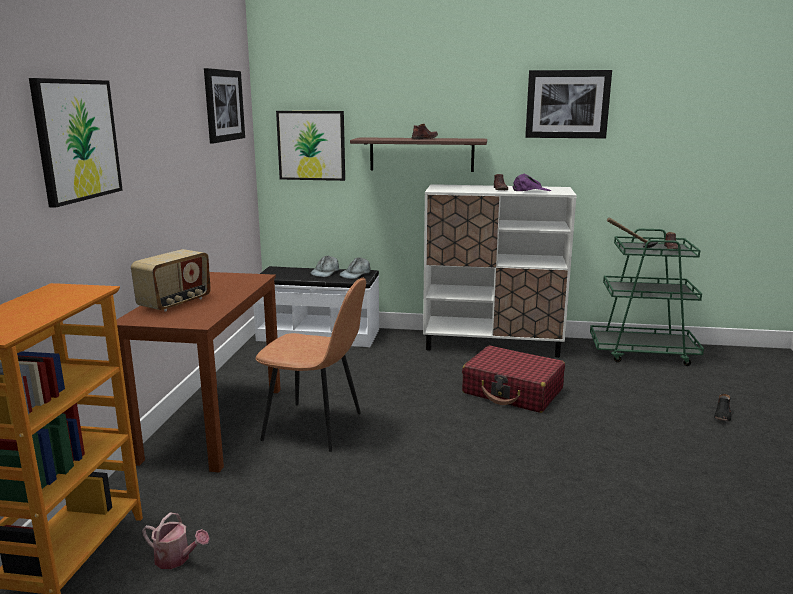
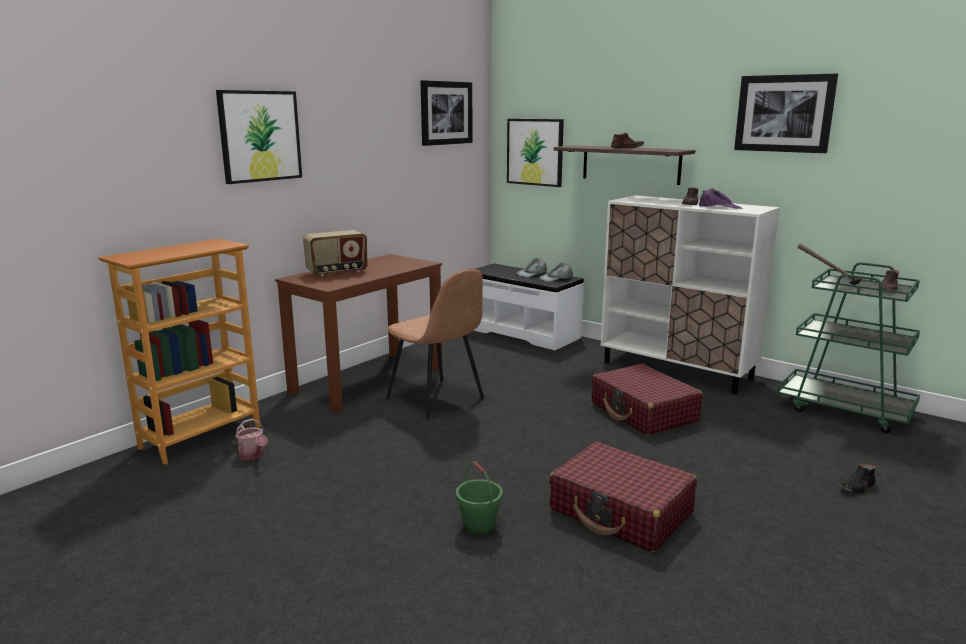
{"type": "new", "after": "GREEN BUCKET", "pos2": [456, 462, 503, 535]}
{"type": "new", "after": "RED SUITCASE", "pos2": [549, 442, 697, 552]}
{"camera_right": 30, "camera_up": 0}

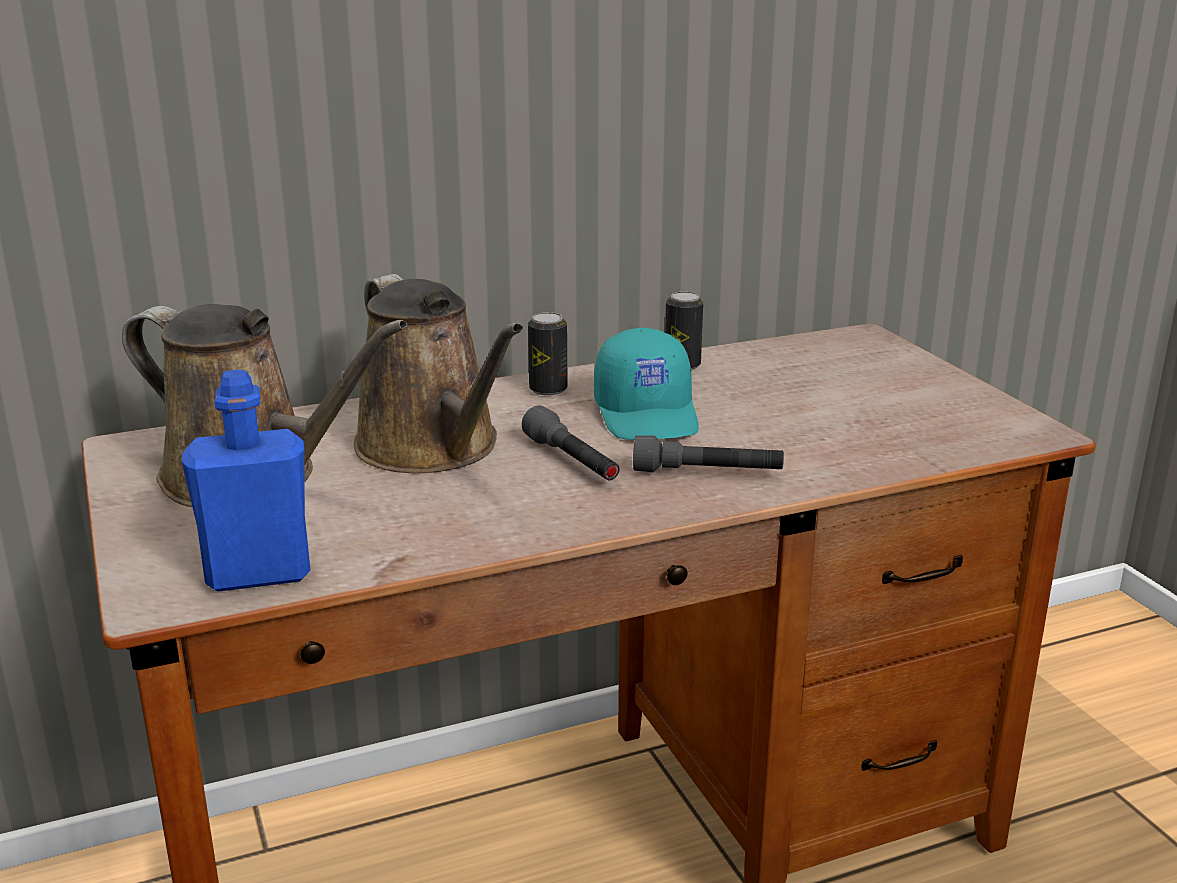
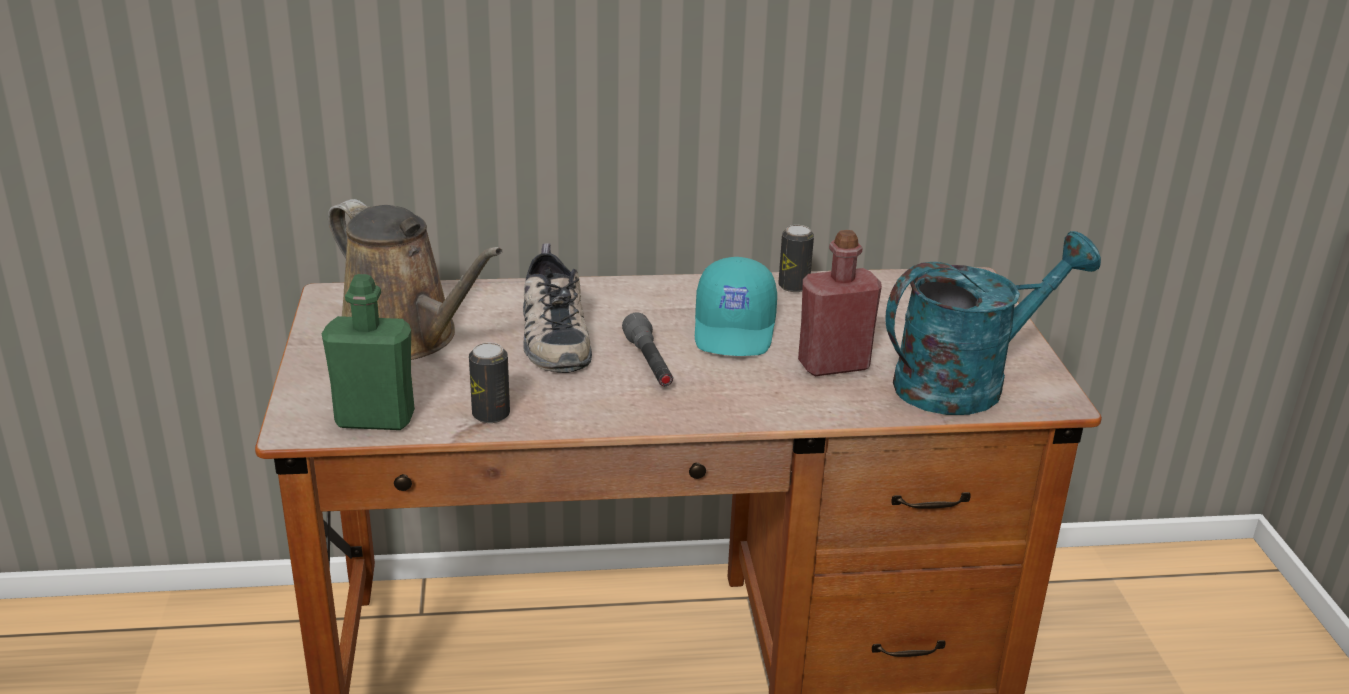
{"type": "repainted", "before": "BLUE BOTTLE", "after": "GREEN BOTTLE", "pos1": [181, 370, 310, 592], "pos2": [322, 274, 415, 430]}
{"type": "swapped", "before": "BROWN WATERING CAN", "after": "SHOE", "pos1": [354, 274, 524, 474], "pos2": [523, 243, 592, 373]}
{"type": "shifted", "before": "CAN", "pos1": [528, 312, 568, 395], "pos2": [469, 343, 510, 423]}
{"type": "gone", "before": "GREY FLASHLIGHT", "pos1": [633, 435, 784, 472]}
{"type": "new", "after": "RED BOTTLE", "pos2": [798, 230, 882, 376]}
{"type": "new", "after": "TURQUOISE WATERING CAN", "pos2": [885, 231, 1101, 415]}
{"camera_right": 15, "camera_up": 5}

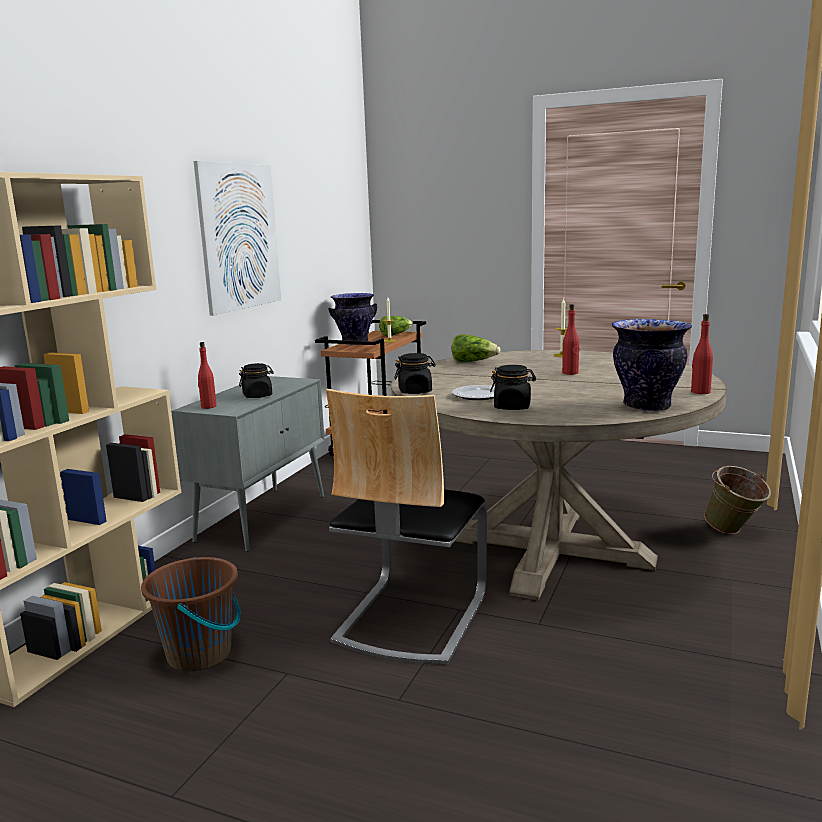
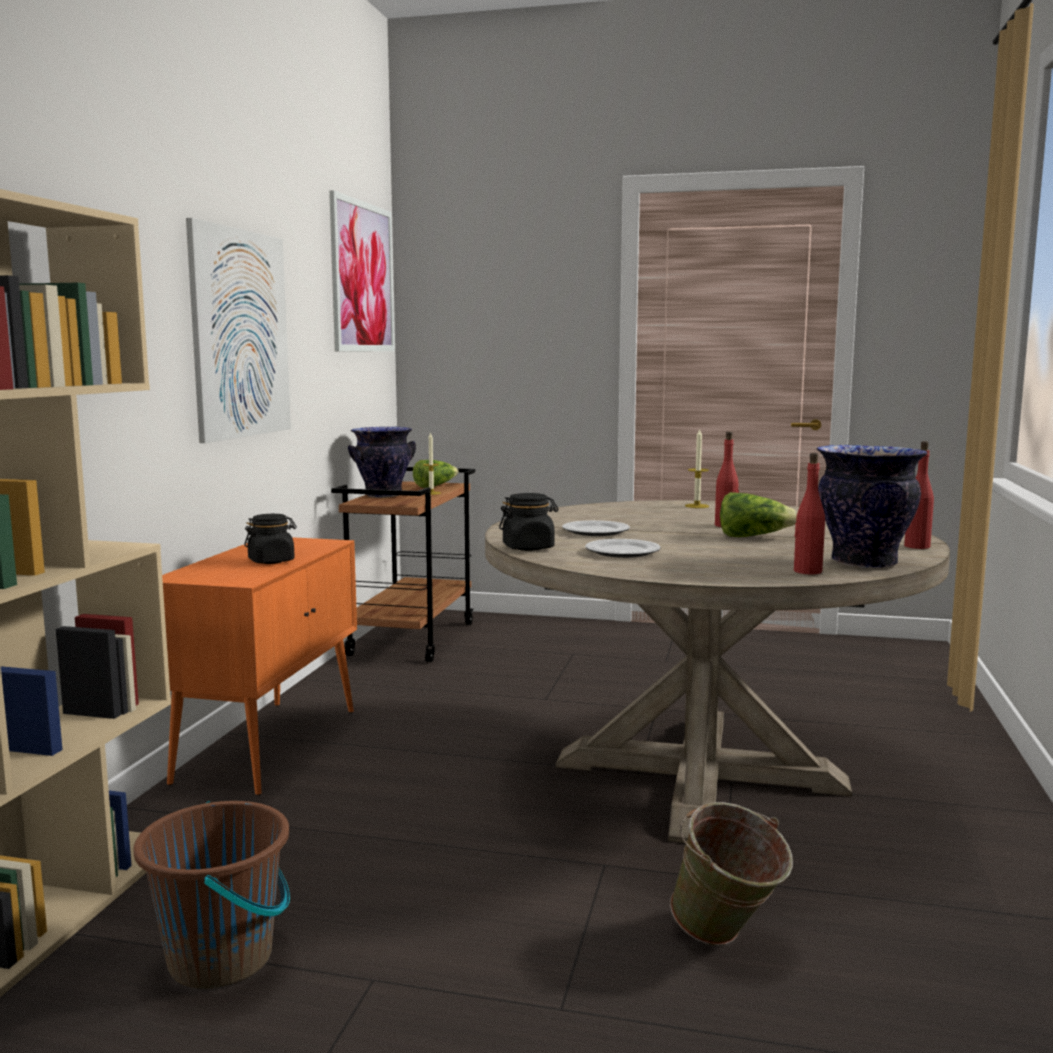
{"type": "repainted", "before": "GREY CABINET", "after": "ORANGE CABINET", "pos1": [171, 376, 325, 552], "pos2": [162, 537, 357, 796]}
{"type": "shifted", "before": "RED BOTTLE", "pos1": [198, 342, 217, 409], "pos2": [794, 453, 825, 574]}
{"type": "gone", "before": "CHAIR", "pos1": [326, 389, 487, 664]}
{"type": "shifted", "before": "LETTUCE", "pos1": [452, 334, 501, 363], "pos2": [720, 492, 798, 537]}
{"type": "gone", "before": "BLACK JAR", "pos1": [490, 365, 536, 410]}
{"type": "shifted", "before": "GREEN BUCKET", "pos1": [704, 466, 771, 534], "pos2": [670, 802, 793, 946]}
{"type": "new", "after": "PICTURE", "pos2": [329, 190, 395, 351]}
{"type": "new", "after": "PLATE", "pos2": [562, 520, 630, 536]}
{"camera_right": -10, "camera_up": -5}

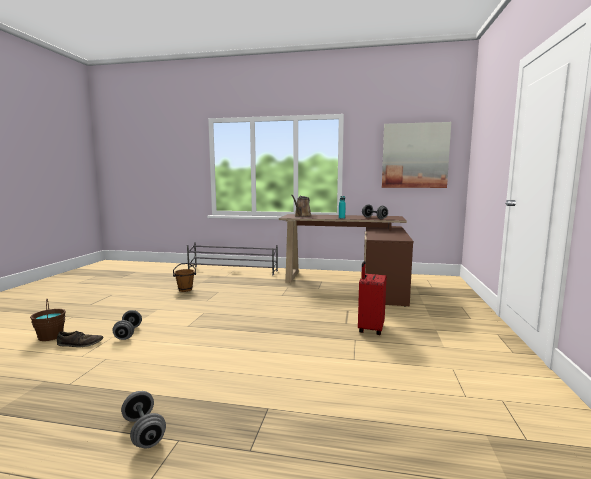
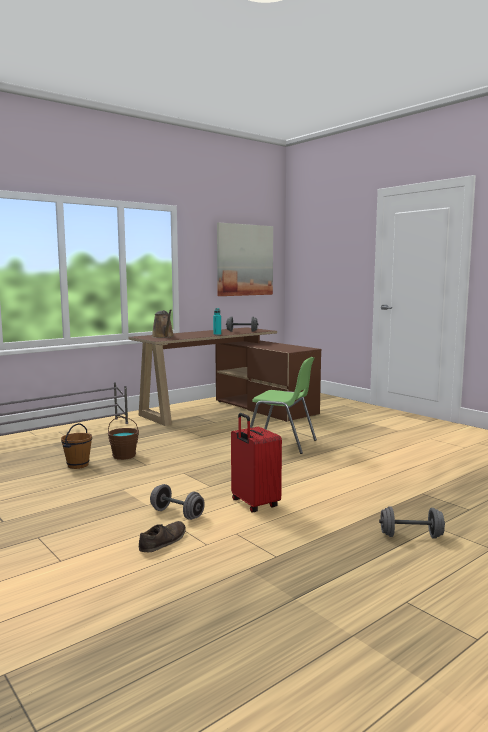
{"type": "shifted", "before": "BROWN BUCKET", "pos1": [30, 299, 66, 341], "pos2": [108, 417, 139, 460]}
{"type": "shifted", "before": "RED SUITCASE", "pos1": [358, 261, 386, 335], "pos2": [231, 413, 282, 512]}
{"type": "new", "after": "GREEN CHAIR", "pos2": [250, 357, 317, 454]}
{"camera_right": -50, "camera_up": 0}

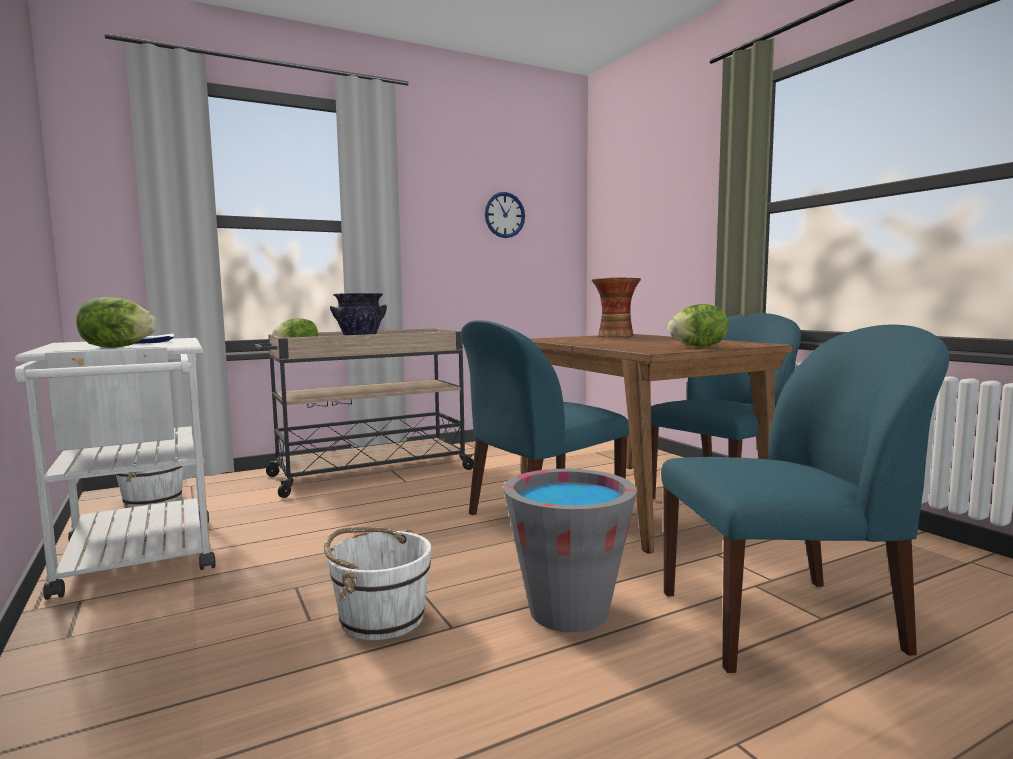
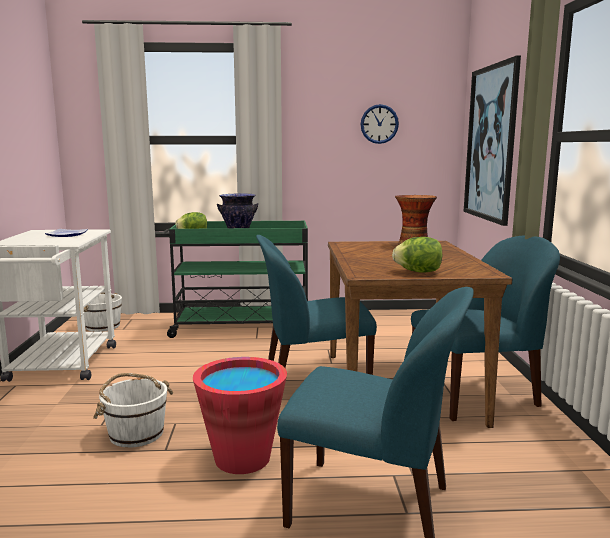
{"type": "gone", "before": "LETTUCE", "pos1": [76, 297, 157, 348]}
{"type": "repainted", "before": "BEIGE CART", "after": "GREEN CART", "pos1": [255, 328, 474, 498], "pos2": [161, 221, 308, 338]}
{"type": "repainted", "before": "GREY BUCKET", "after": "RED BUCKET", "pos1": [503, 469, 637, 632], "pos2": [193, 357, 287, 474]}
{"type": "new", "after": "PICTURE", "pos2": [464, 55, 521, 226]}
{"camera_right": 25, "camera_up": 5}

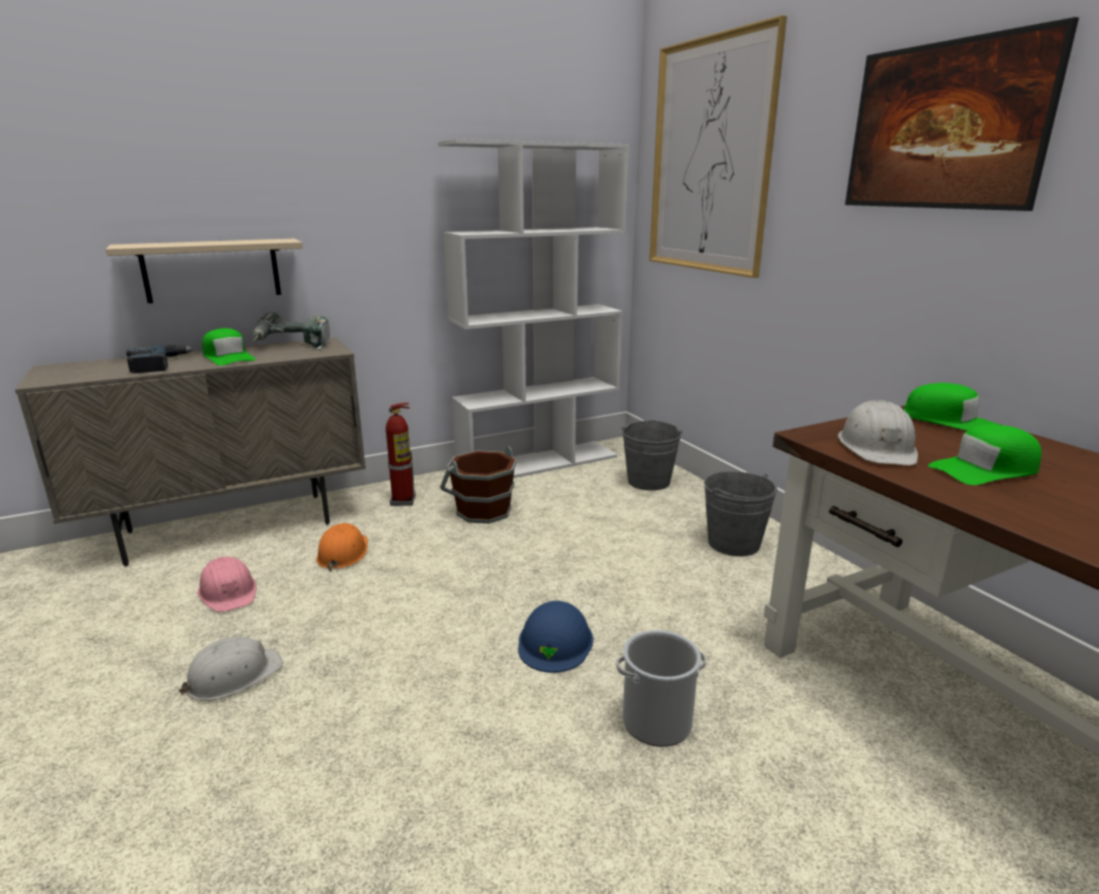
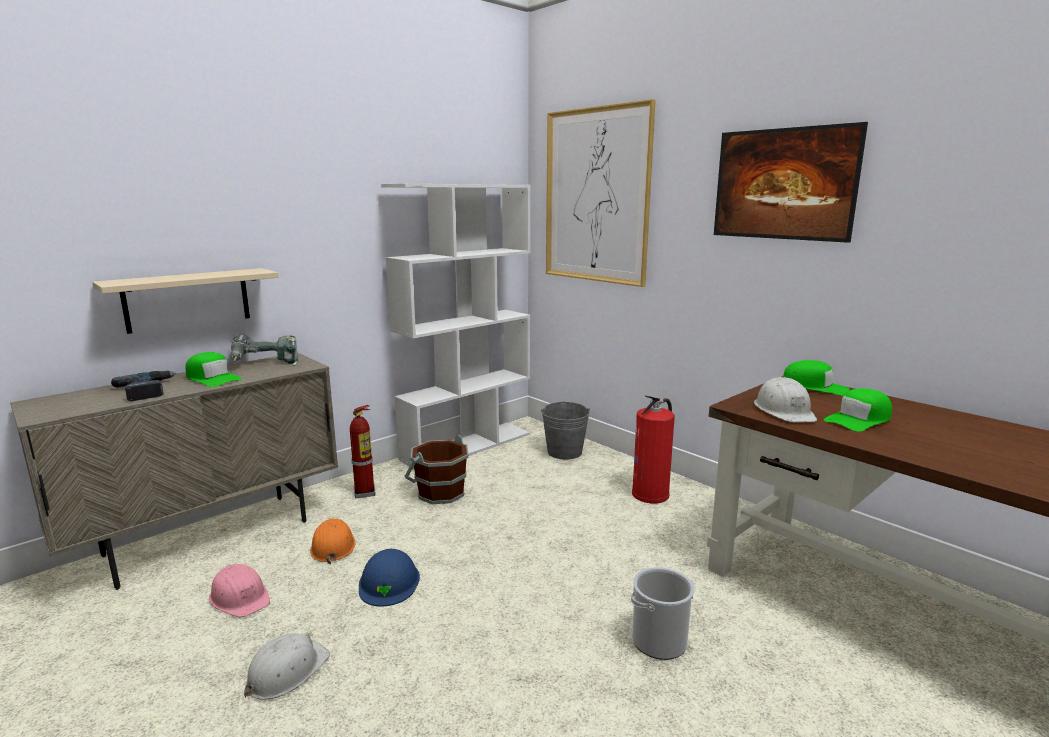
{"type": "shifted", "before": "BLUE HARD HAT", "pos1": [518, 601, 593, 673], "pos2": [359, 549, 420, 606]}
{"type": "swapped", "before": "GREY BUCKET", "after": "FIRE EXTINGUISHER", "pos1": [704, 471, 778, 556], "pos2": [632, 395, 675, 504]}
{"camera_right": -15, "camera_up": -5}

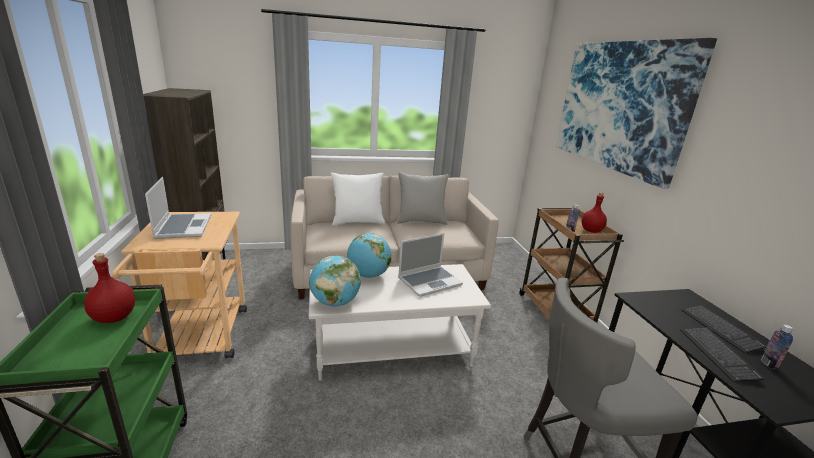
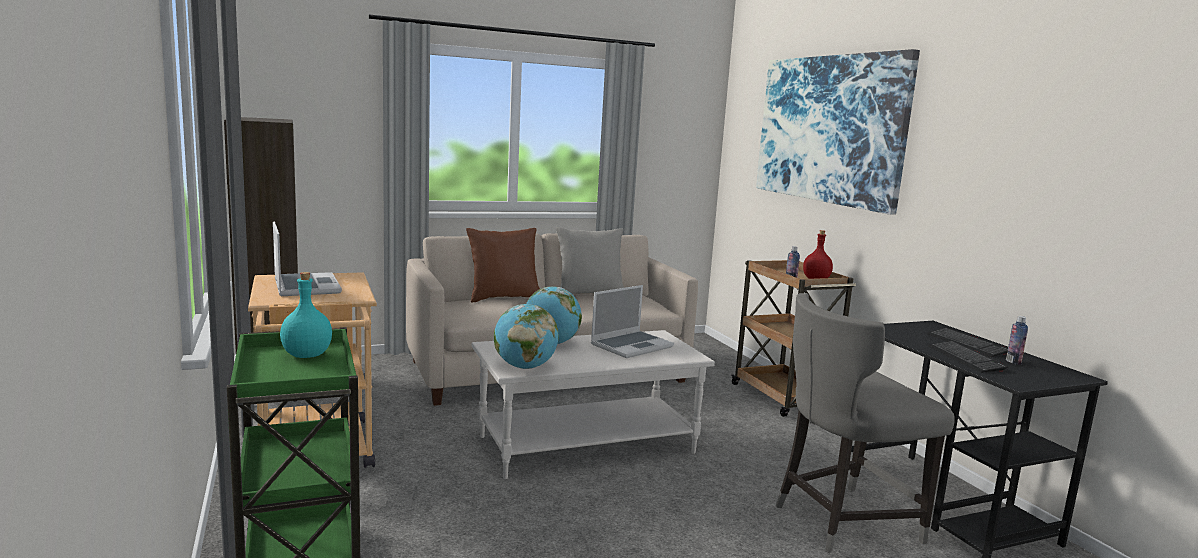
{"type": "repainted", "before": "RED BOTTLE", "after": "TURQUOISE BOTTLE", "pos1": [84, 253, 135, 323], "pos2": [280, 272, 332, 358]}
{"type": "repainted", "before": "WHITE PILLOW", "after": "BROWN PILLOW", "pos1": [331, 172, 385, 226], "pos2": [466, 228, 540, 303]}
{"camera_right": -10, "camera_up": -10}

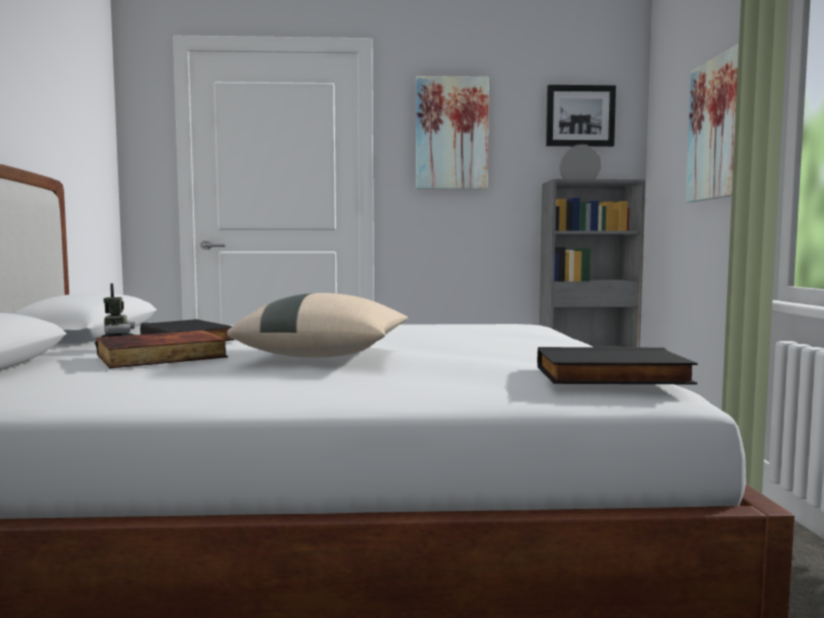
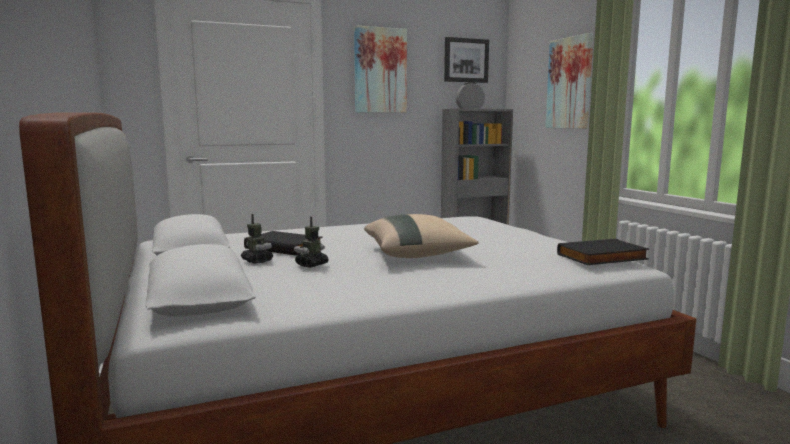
{"type": "swapped", "before": "BOOK", "after": "TOY ROBOT", "pos1": [96, 330, 228, 368], "pos2": [294, 216, 329, 268]}
{"camera_right": -20, "camera_up": 5}

